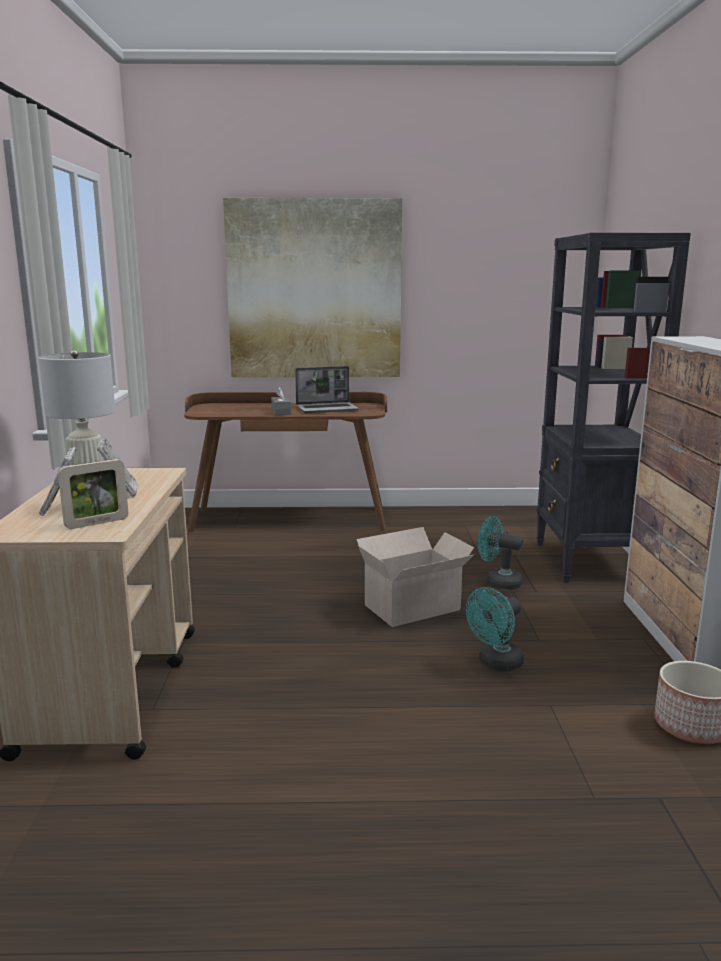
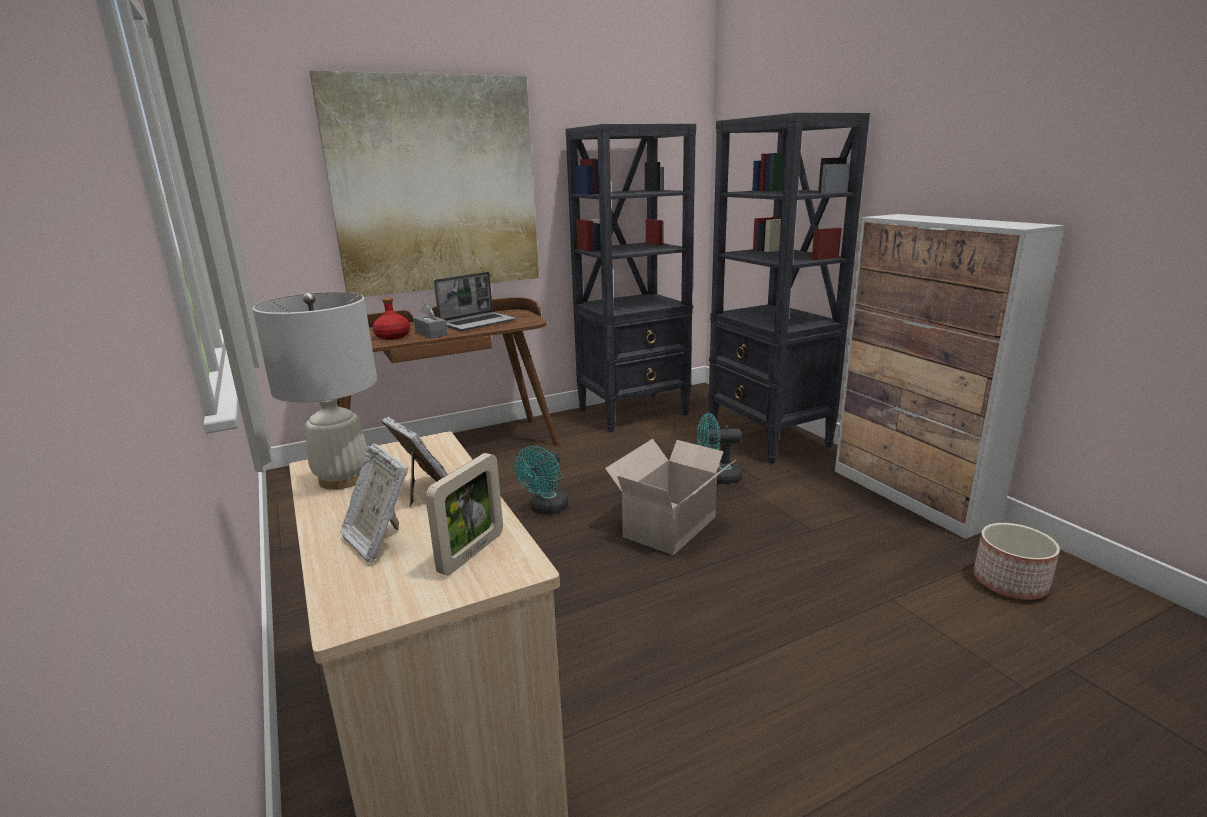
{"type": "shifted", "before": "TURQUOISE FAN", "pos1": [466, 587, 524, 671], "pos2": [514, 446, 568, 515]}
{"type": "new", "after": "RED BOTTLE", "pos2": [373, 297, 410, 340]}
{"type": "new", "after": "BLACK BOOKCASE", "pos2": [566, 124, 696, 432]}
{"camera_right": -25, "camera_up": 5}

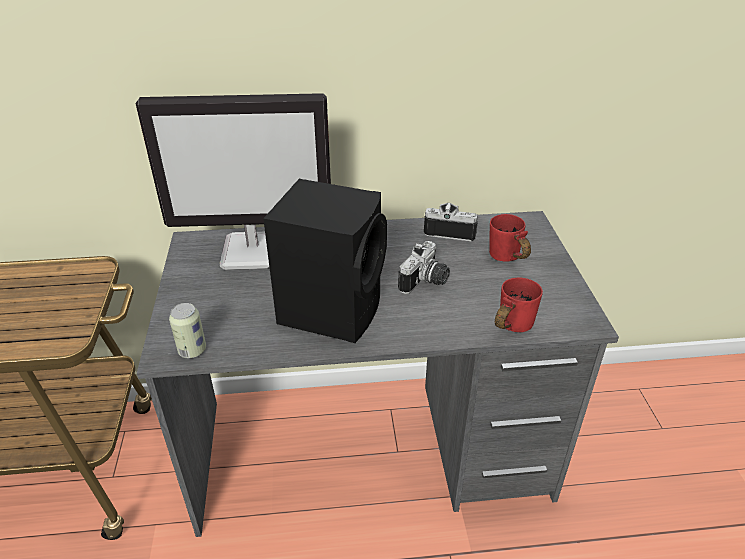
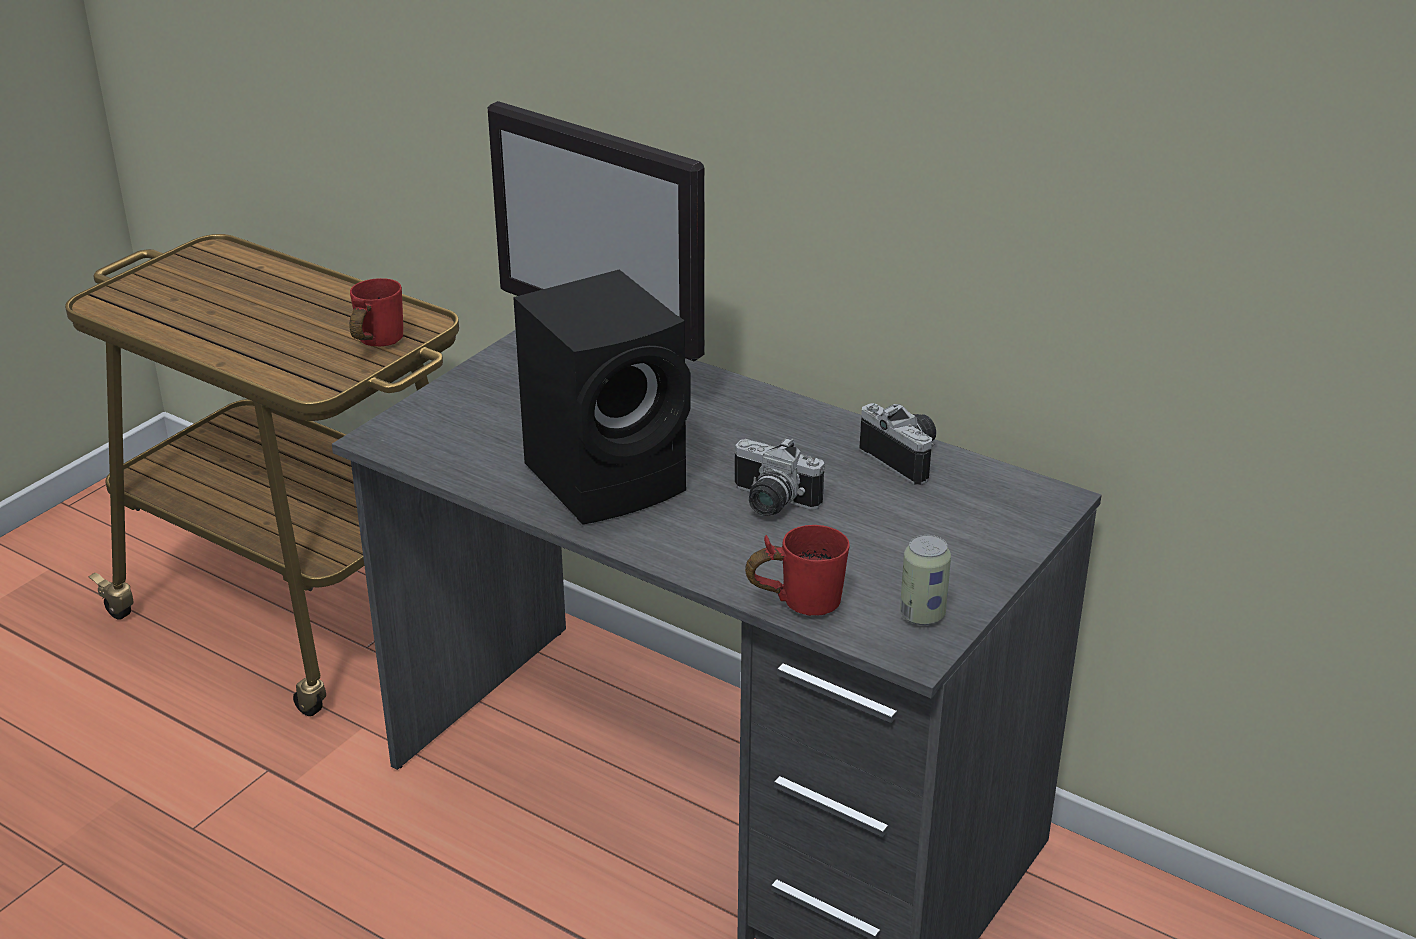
{"type": "shifted", "before": "CAN", "pos1": [169, 303, 206, 358], "pos2": [900, 535, 951, 625]}
{"type": "rotated", "before": "PHOTO CAMERA", "pos1": [398, 241, 450, 294], "pos2": [734, 437, 825, 516], "turn": 45}
{"type": "shifted", "before": "RED MUG", "pos1": [489, 214, 531, 262], "pos2": [349, 278, 403, 346]}
{"camera_right": 40, "camera_up": -5}

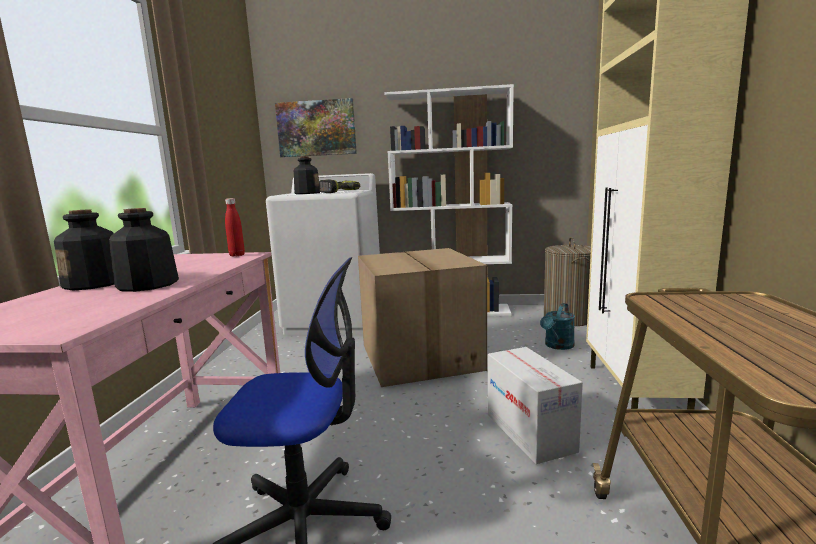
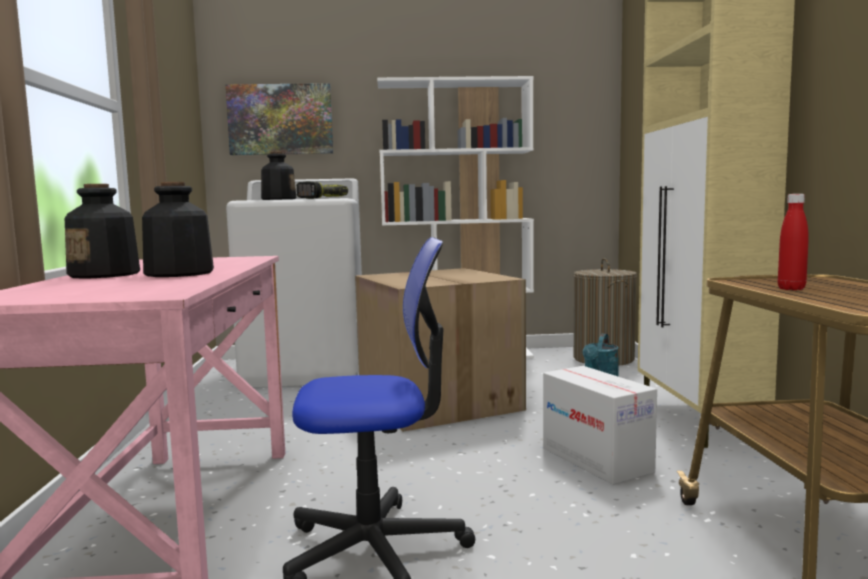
{"type": "shifted", "before": "RED BOTTLE", "pos1": [225, 198, 245, 257], "pos2": [778, 194, 809, 290]}
{"camera_right": -10, "camera_up": -5}

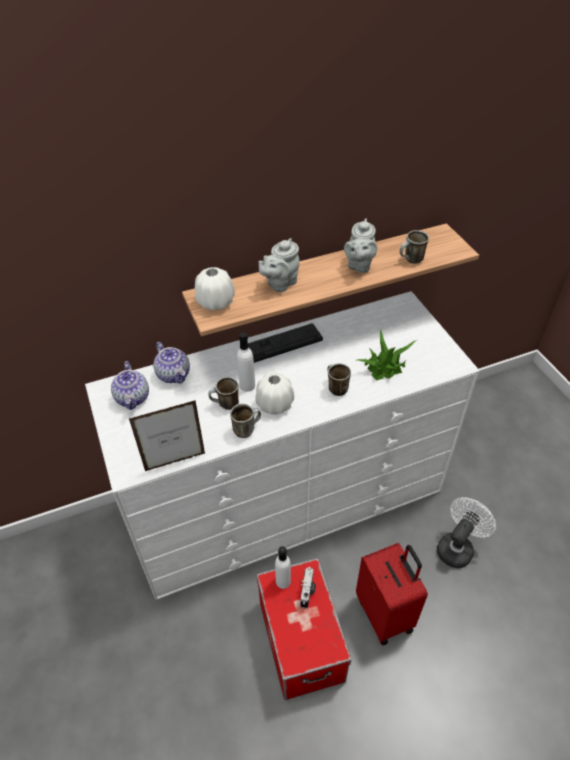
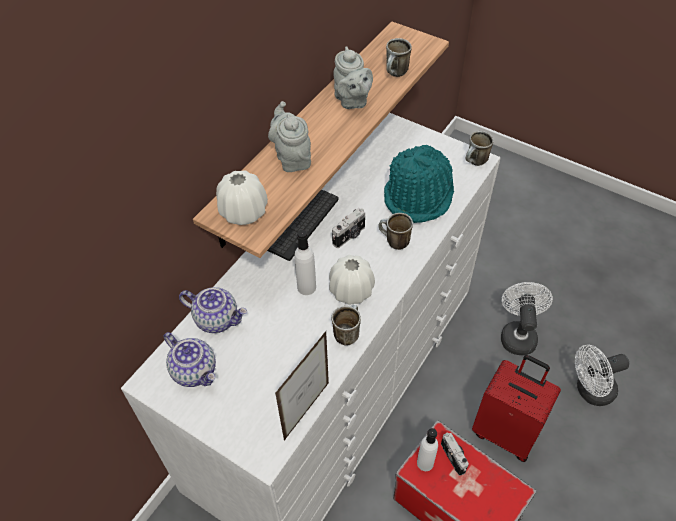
{"type": "shifted", "before": "MUG", "pos1": [208, 377, 239, 410], "pos2": [466, 131, 494, 166]}
{"type": "rotated", "before": "GREY TEAPOT", "pos1": [258, 238, 300, 292], "pos2": [268, 101, 311, 172], "turn": 150}
{"type": "swapped", "before": "POTTED PLANT", "after": "TURQUOISE HAT", "pos1": [355, 329, 417, 381], "pos2": [384, 145, 454, 223]}
{"type": "new", "after": "PHOTO CAMERA", "pos2": [332, 208, 365, 248]}
{"type": "new", "after": "WHITE FAN", "pos2": [575, 345, 629, 406]}
{"camera_right": -35, "camera_up": 5}

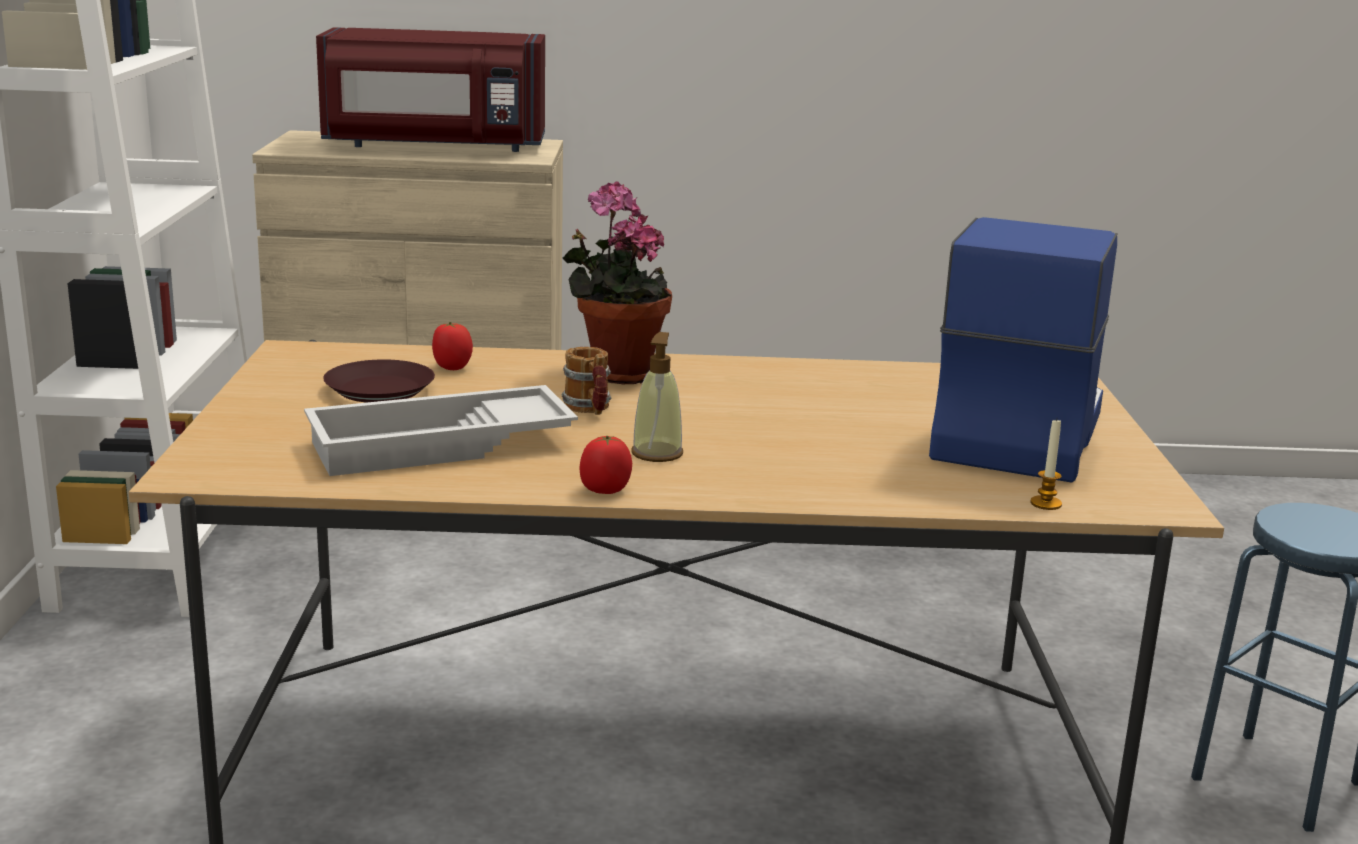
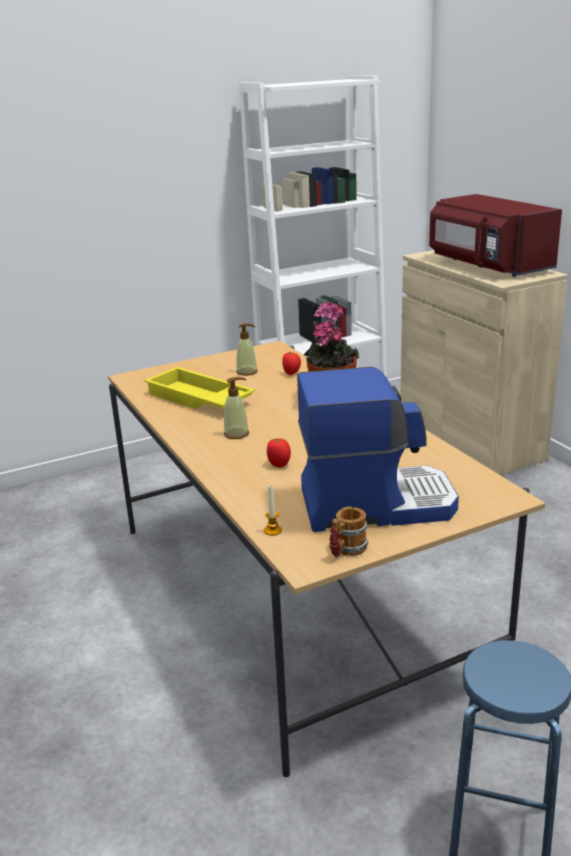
{"type": "repainted", "before": "WHITE TRAY", "after": "YELLOW TRAY", "pos1": [304, 385, 578, 476], "pos2": [144, 367, 255, 409]}
{"type": "swapped", "before": "BROWN PLATE", "after": "SOAP DISPENSER", "pos1": [323, 359, 435, 403], "pos2": [236, 323, 257, 376]}
{"type": "shifted", "before": "MUG", "pos1": [561, 347, 611, 415], "pos2": [330, 507, 369, 558]}
{"type": "shifted", "before": "TOMATO", "pos1": [579, 436, 632, 494], "pos2": [267, 438, 291, 467]}
{"camera_right": 65, "camera_up": 5}

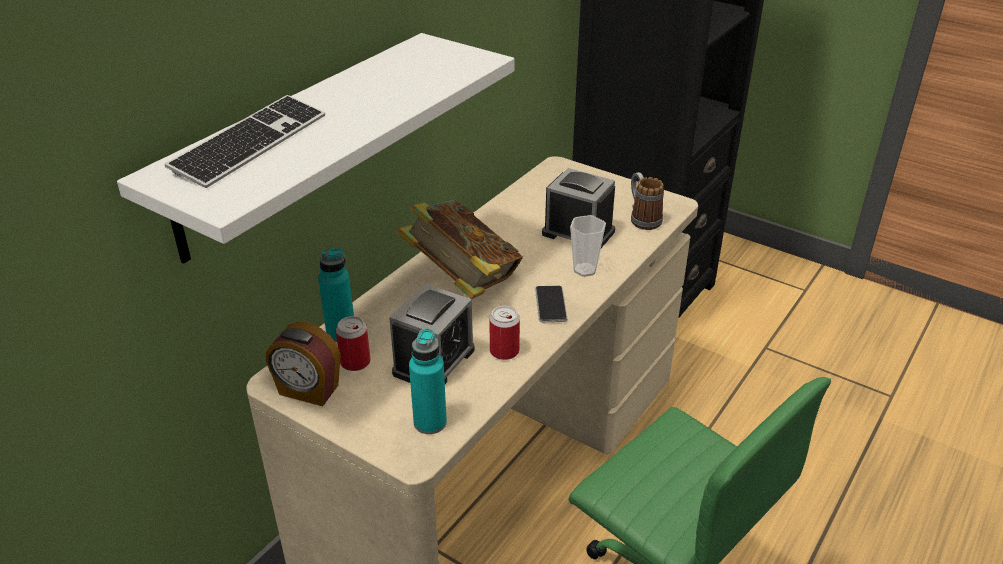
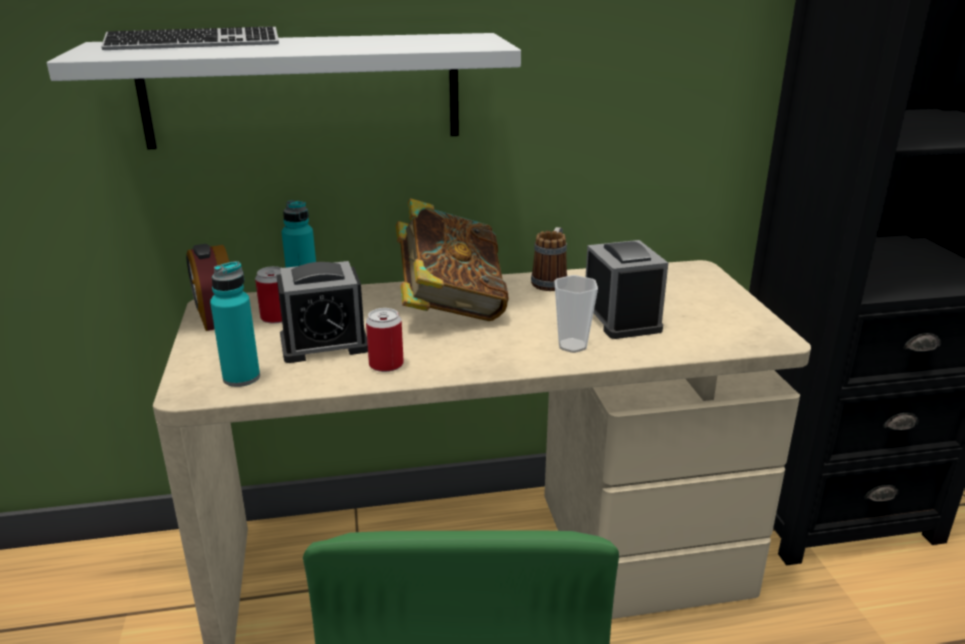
{"type": "gone", "before": "PHONE", "pos1": [535, 286, 567, 322]}
{"type": "shifted", "before": "MUG", "pos1": [631, 172, 664, 230], "pos2": [531, 227, 568, 291]}
{"camera_right": 45, "camera_up": -10}

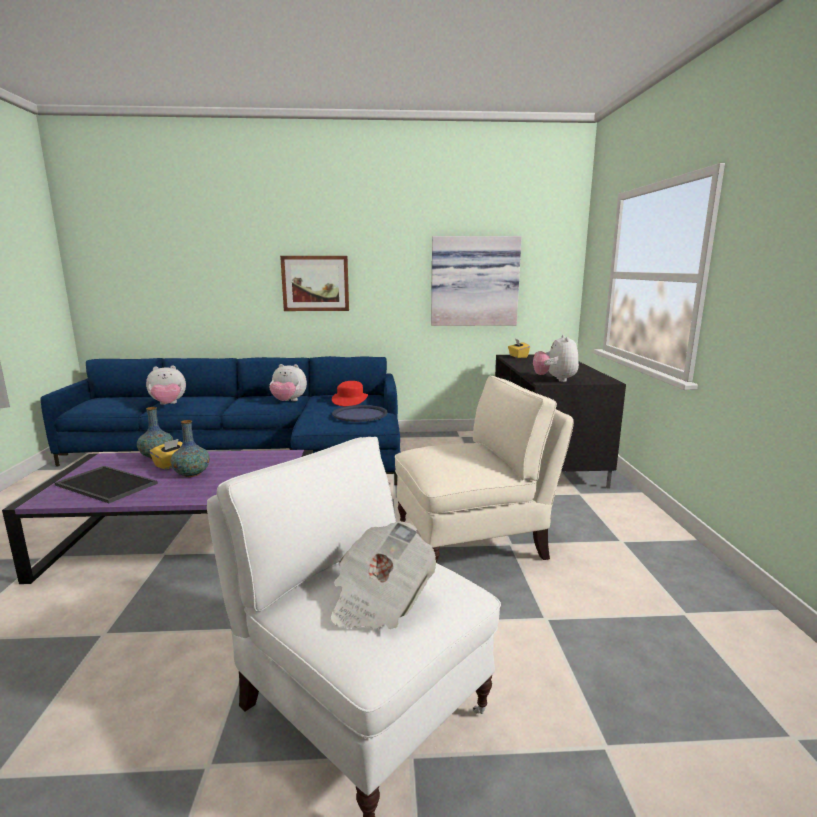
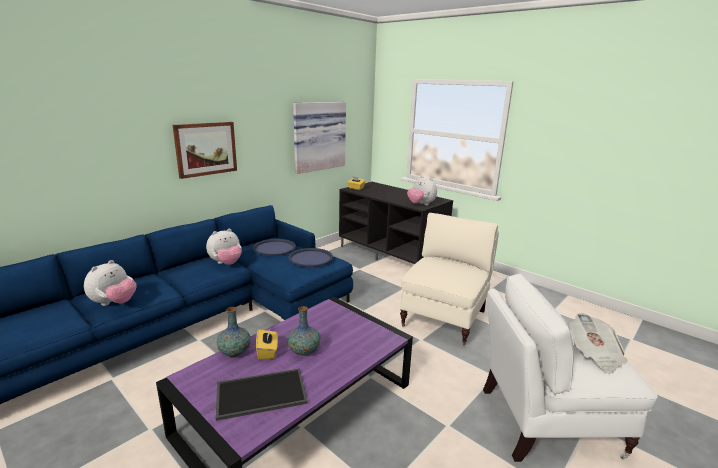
{"type": "swapped", "before": "RED HAT", "after": "BLUE TRAY", "pos1": [332, 381, 368, 406], "pos2": [253, 239, 296, 256]}
{"camera_right": -45, "camera_up": 5}

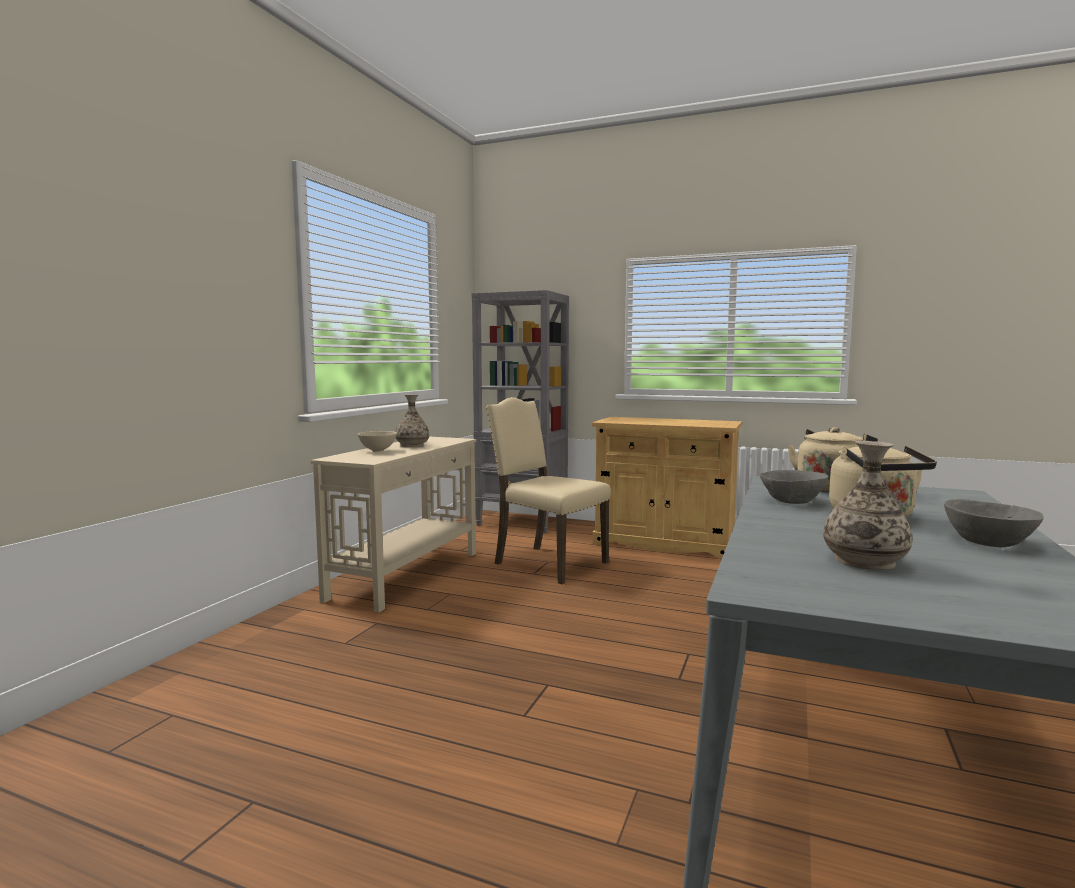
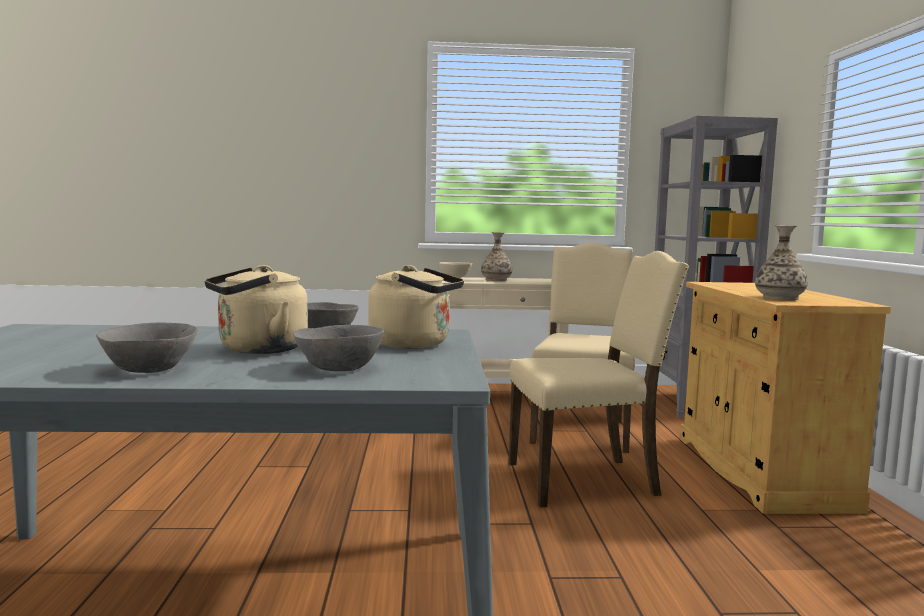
{"type": "shifted", "before": "VASE", "pos1": [823, 441, 913, 570], "pos2": [755, 225, 808, 300]}
{"type": "new", "after": "GREY BOWL", "pos2": [293, 325, 384, 371]}
{"type": "new", "after": "BEIGE CHAIR", "pos2": [509, 251, 689, 507]}
{"camera_right": 65, "camera_up": 0}

